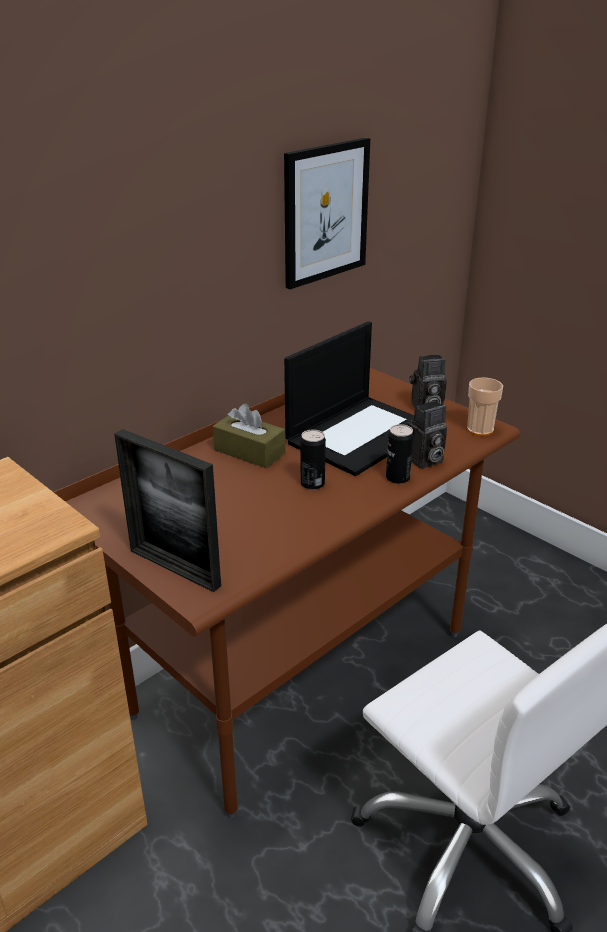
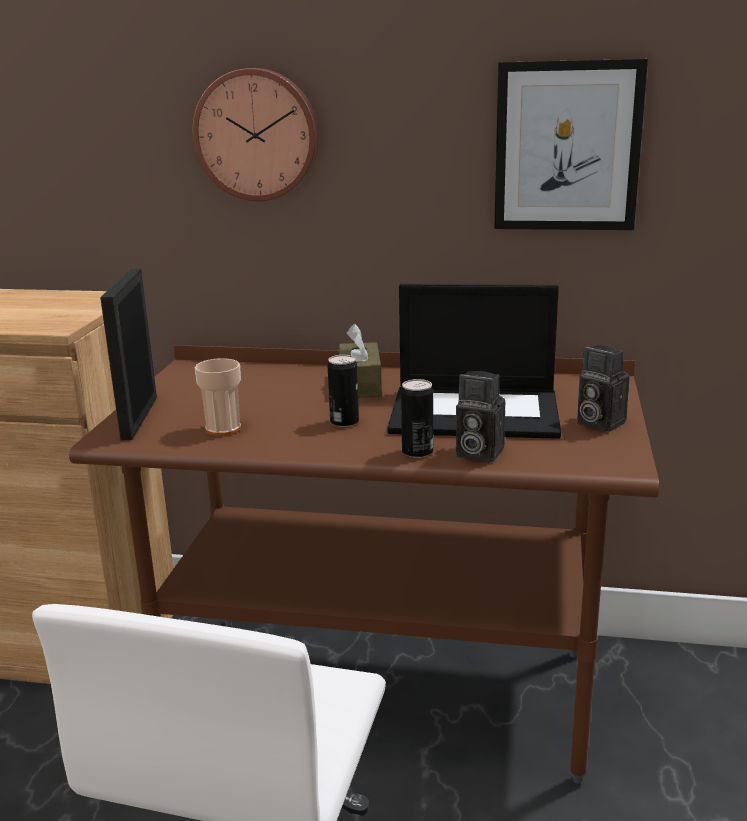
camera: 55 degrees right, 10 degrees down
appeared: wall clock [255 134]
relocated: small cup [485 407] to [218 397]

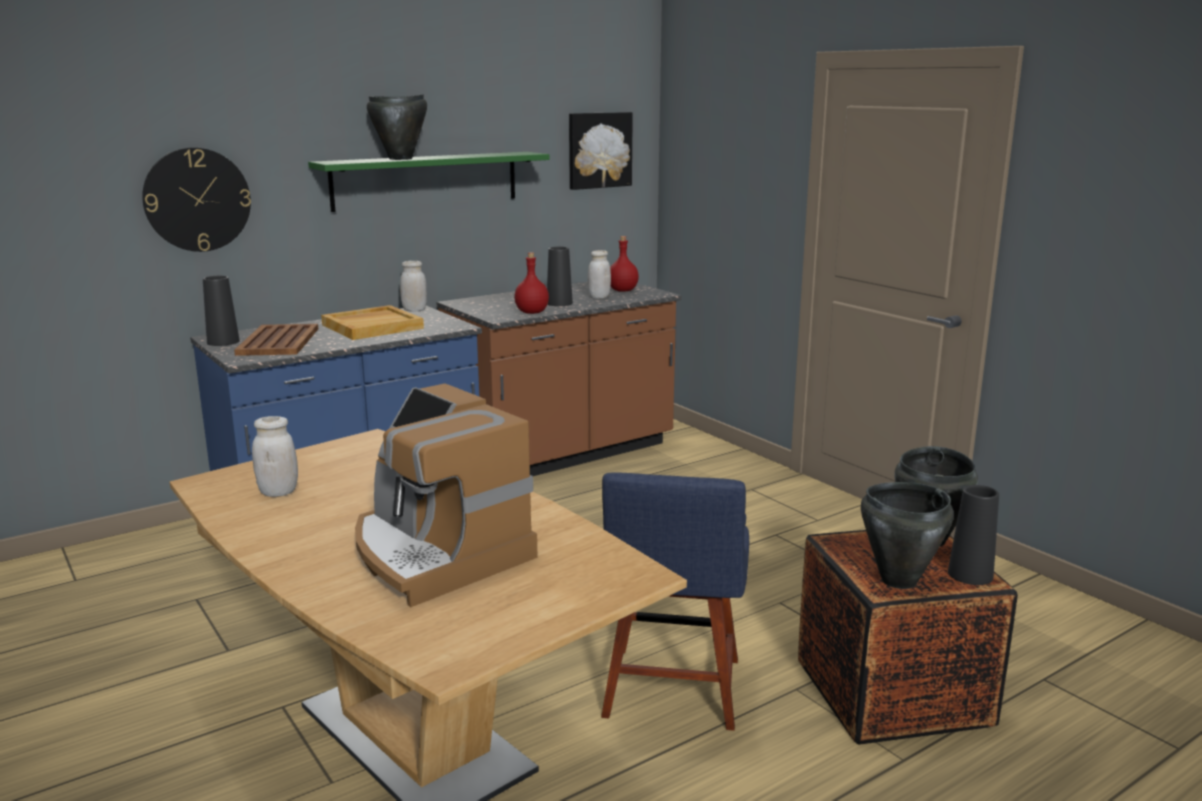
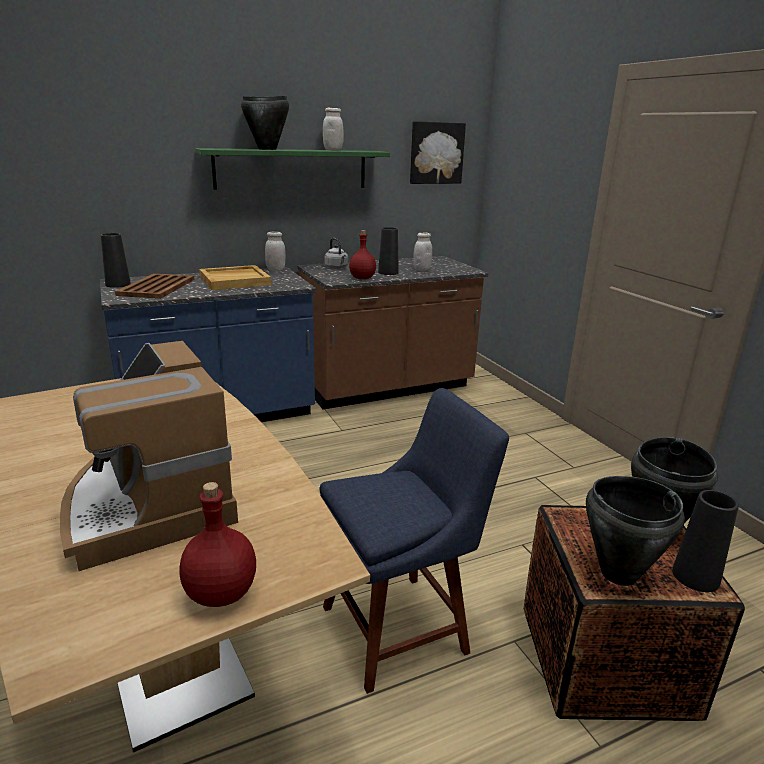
camera: 10 degrees right, 5 degrees up
missing: wall clock [196 199]
appeared: tea kettle (greyish) [336 253]
relocated: jar (white) [275 456] to [333 129]; beverage bottle (red) [624 264] to [218 544]
spun: upright chair (blue) [675 601] = [414 541] 135 degrees counterclockwise

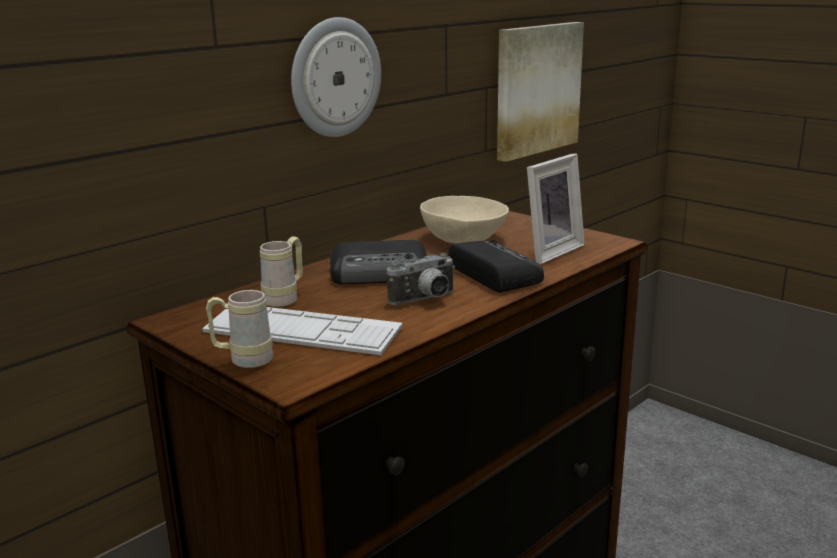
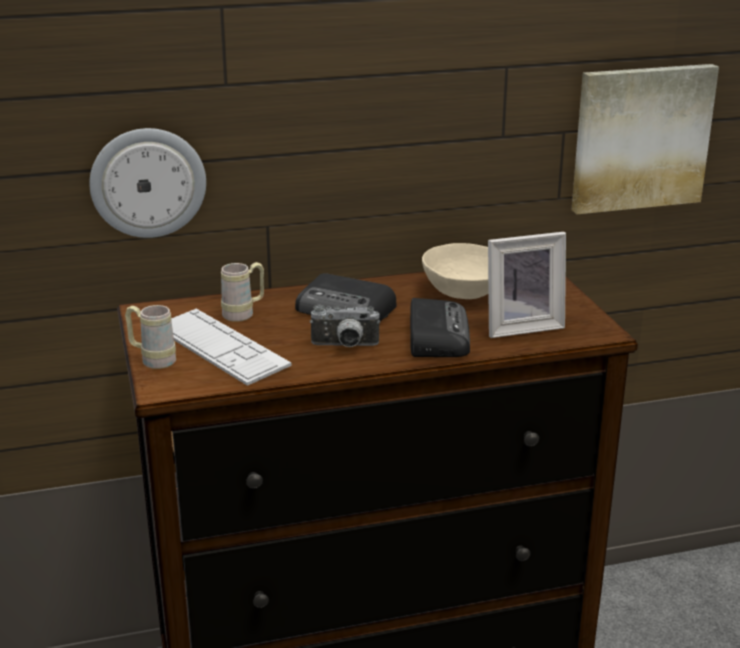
camera: 30 degrees right, 5 degrees up
relocated: wall clock [336 77] to [147 183]

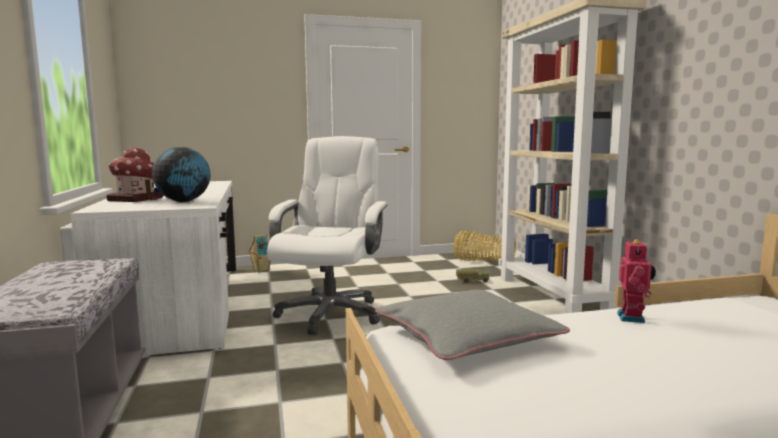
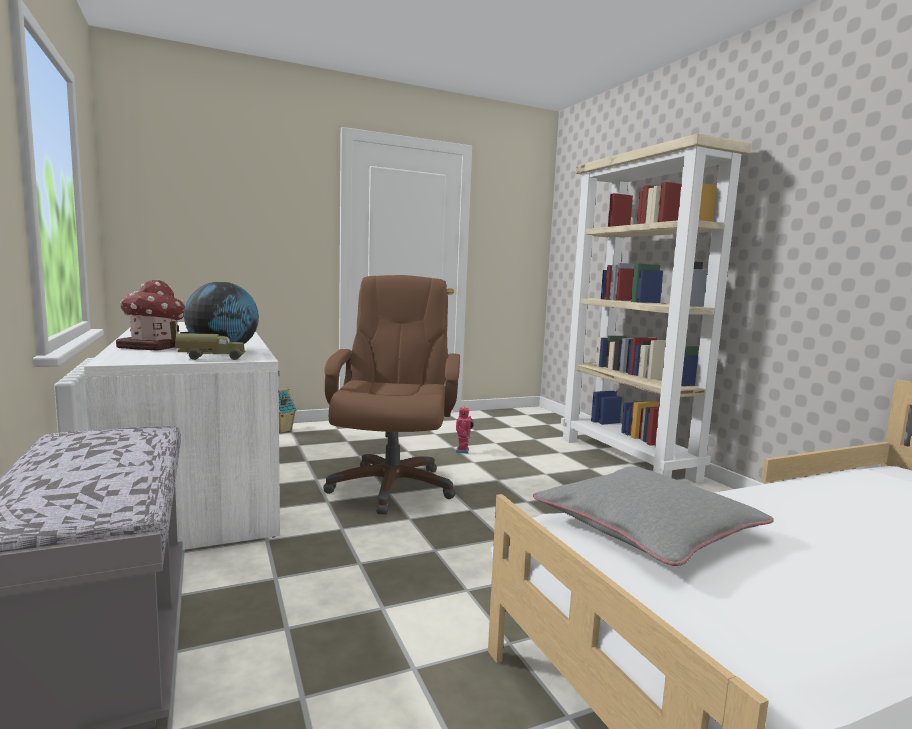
camera: 10 degrees left, 0 degrees up
missing: household basket [485 246]
relocated: model truck [473 276] to [210 346]; model robot [636 281] to [465 430]
colour: office chair (white) [327 235] to office chair (brown) [391 395]

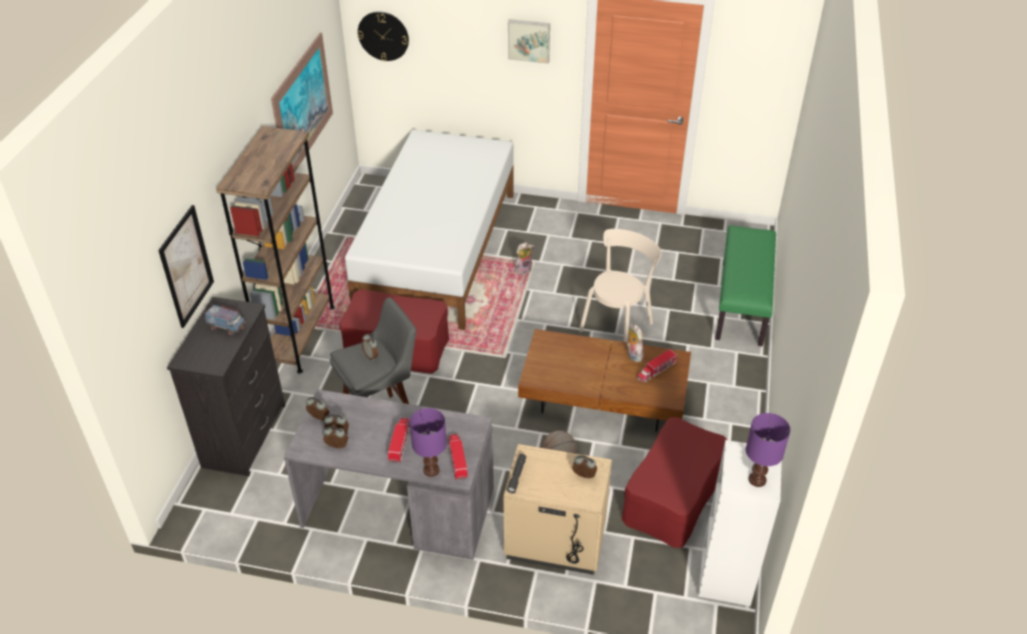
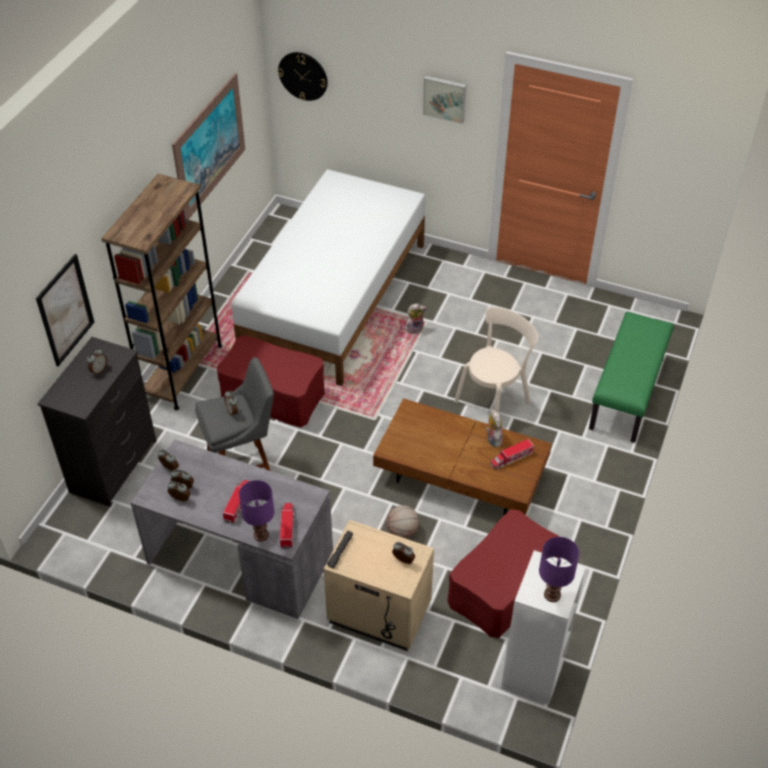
camera: 10 degrees right, 5 degrees up
exchanged: model truck [225 320] to table clock [97 362]

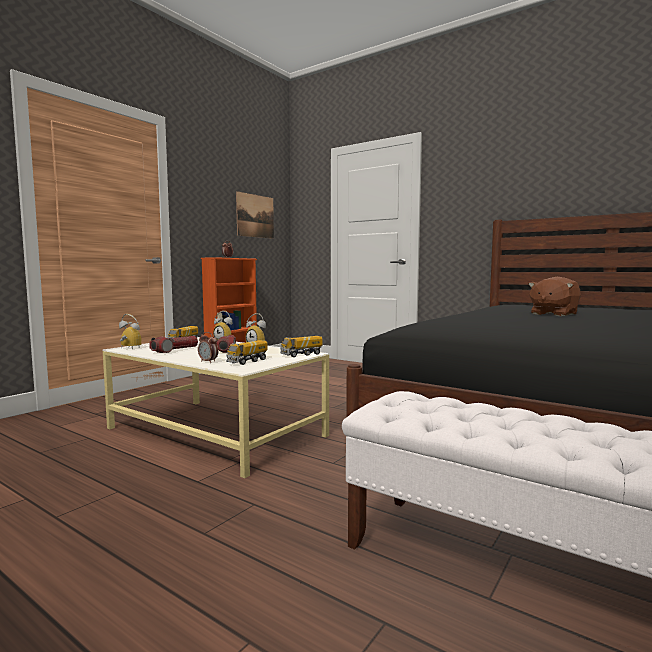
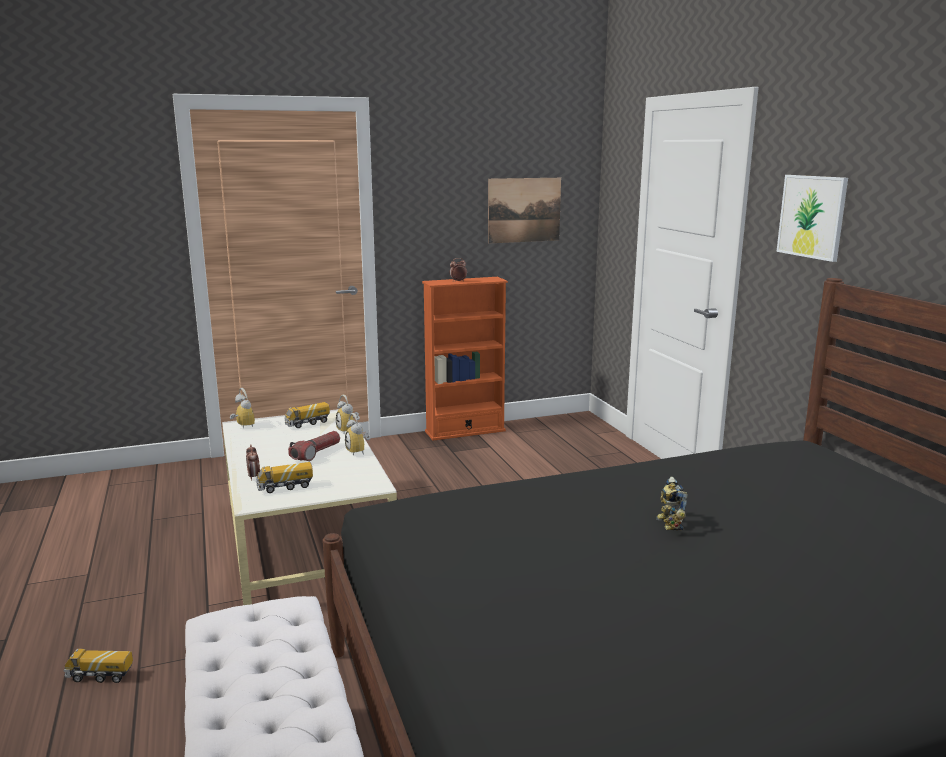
camera: 35 degrees right, 10 degrees up
missing: hand torch [173 344]
appeared: wall picture [812 218]
relocated: model truck [301 346] to [98 666]
exchanged: plush toy (brown) [554 296] to model robot [672 503]

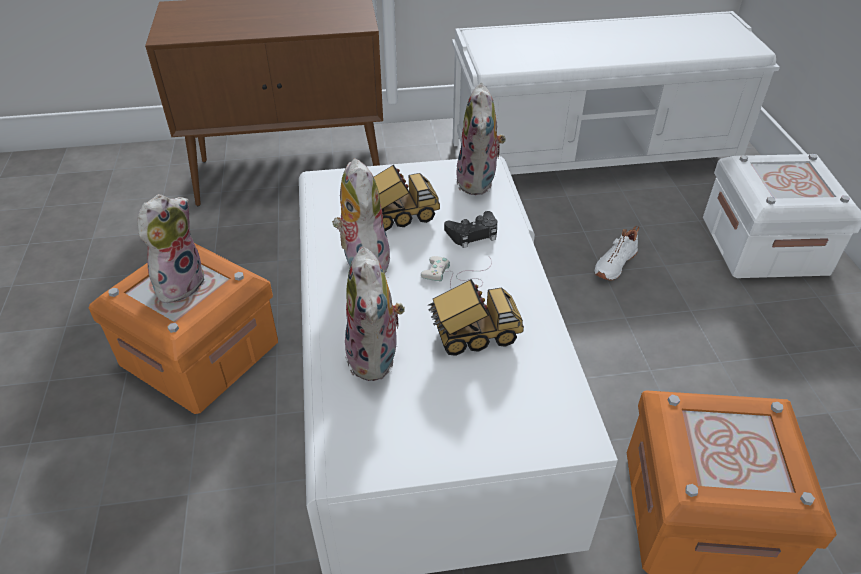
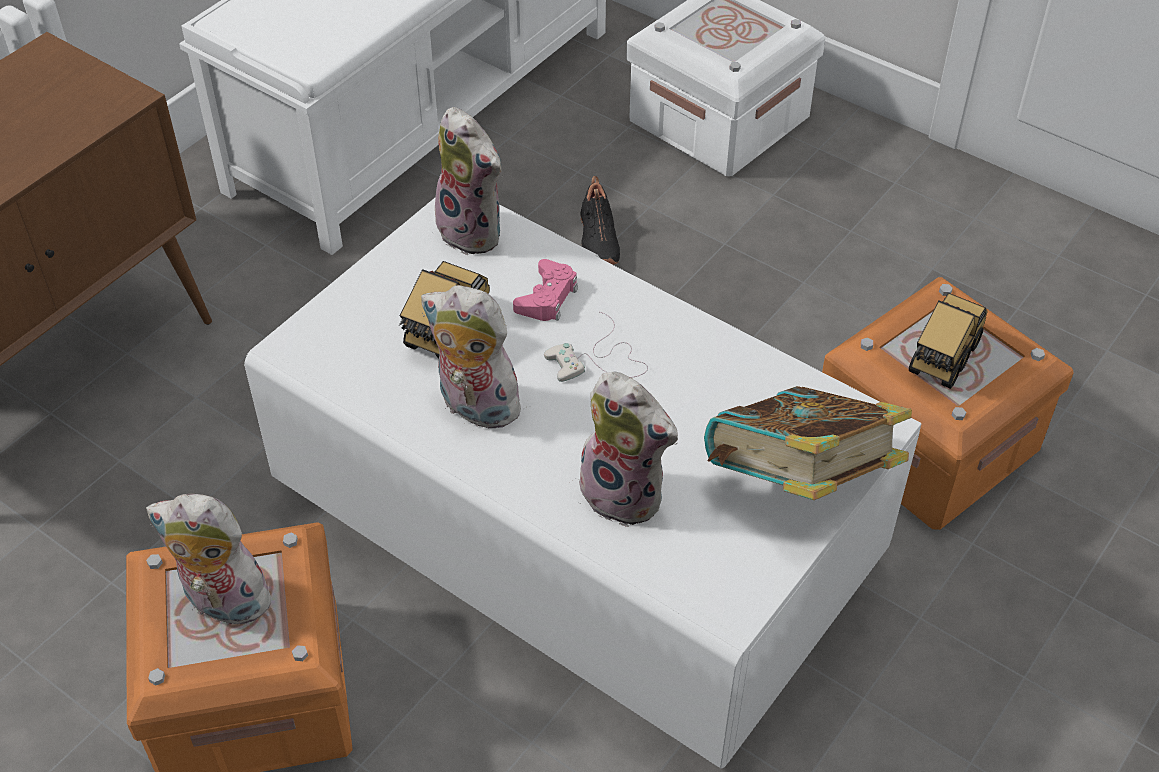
camera: 45 degrees left, 5 degrees up
appeared: book [808 443]
relocated: model truck [476 317] to [948 341]
colour: gamepad (black) [470 229] to gamepad (pink) [545 290]; item of footwear (white) [617 253] to item of footwear (black) [600 220]
spun: plush toy [172 248] = [211 562] 60 degrees counterclockwise

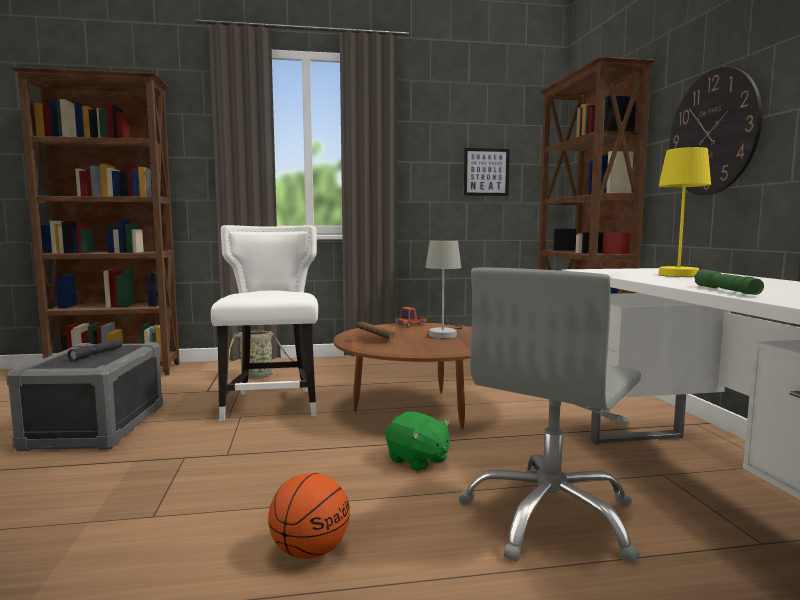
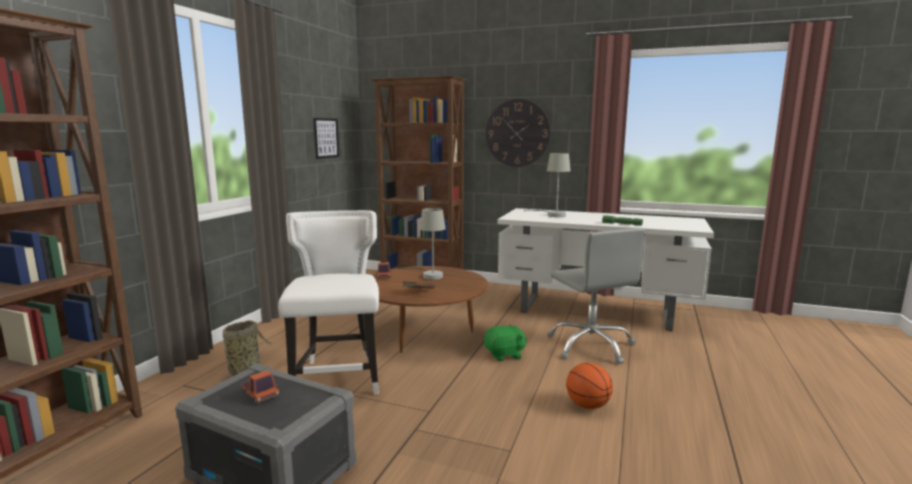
camera: 60 degrees left, 5 degrees up
exchanged: hand torch (greyish) [94 350] to model truck [260 387]
colour: lamp for a table (yellowish) [685 212] to lamp for a table (greyish) [547 185]
spun: upright chair (white) [264 323] = [328 302] 60 degrees clockwise

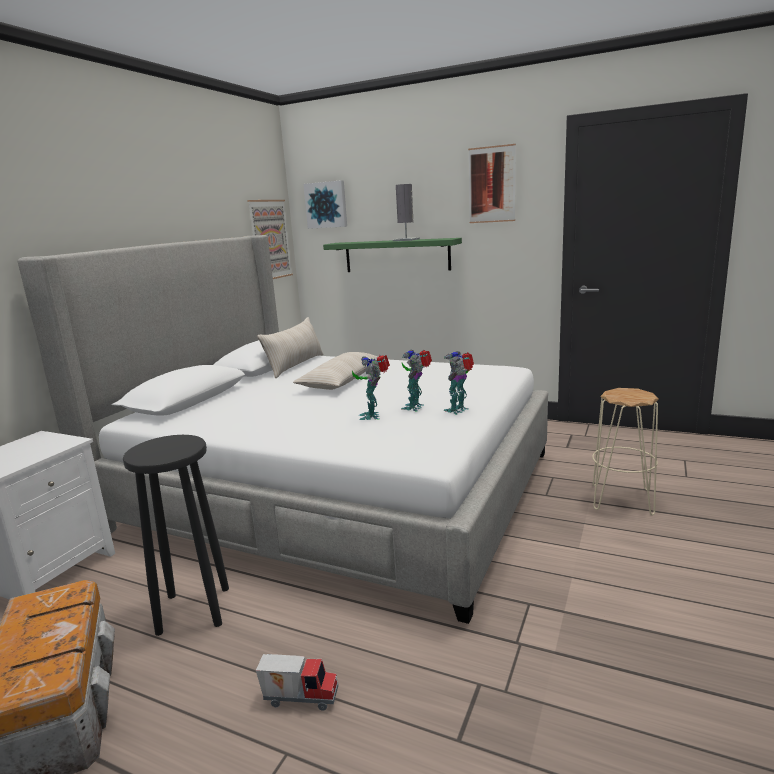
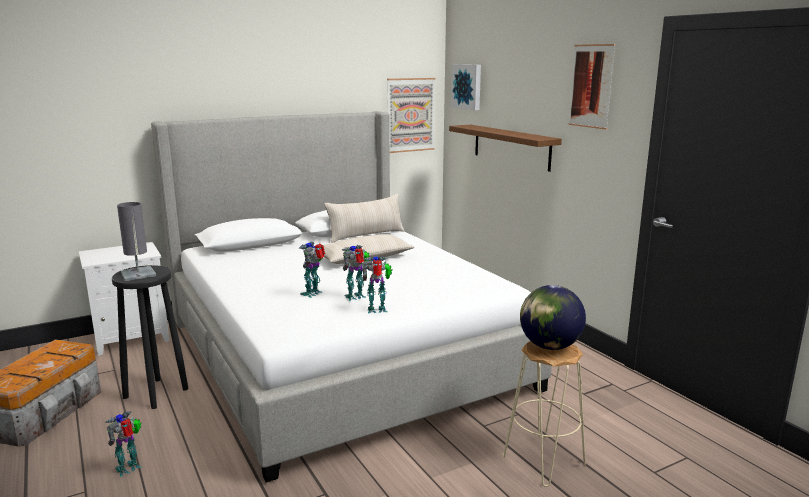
camera: 35 degrees right, 0 degrees up
appeared: desk globe [553 317]
relocated: lamp for a table (greyish) [406 212] to [136 241]
exchanged: model truck [297 682] to model robot [123 444]
colour: shelf (greenish) [392 255] to shelf (brown) [505 148]

